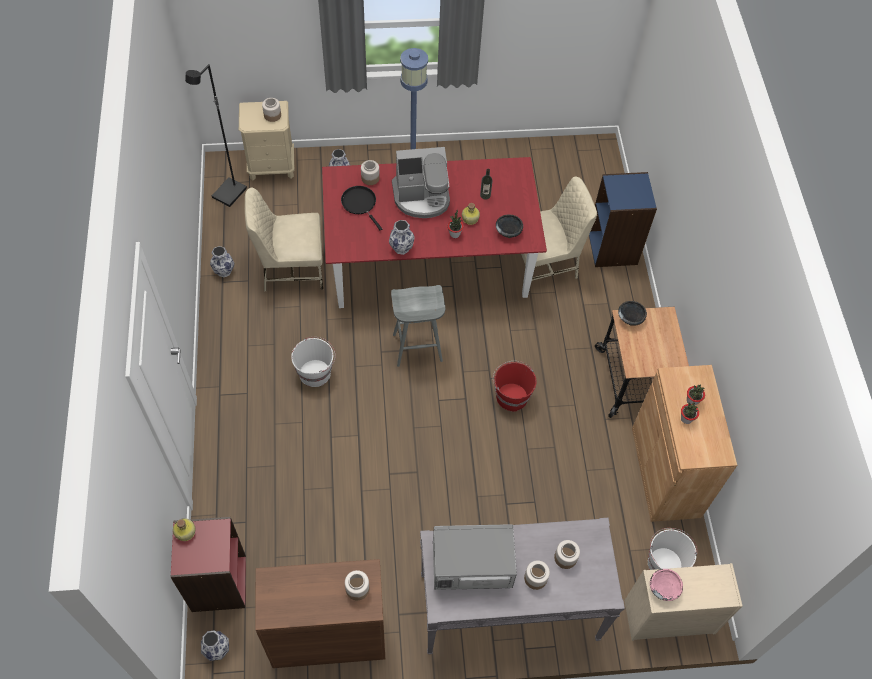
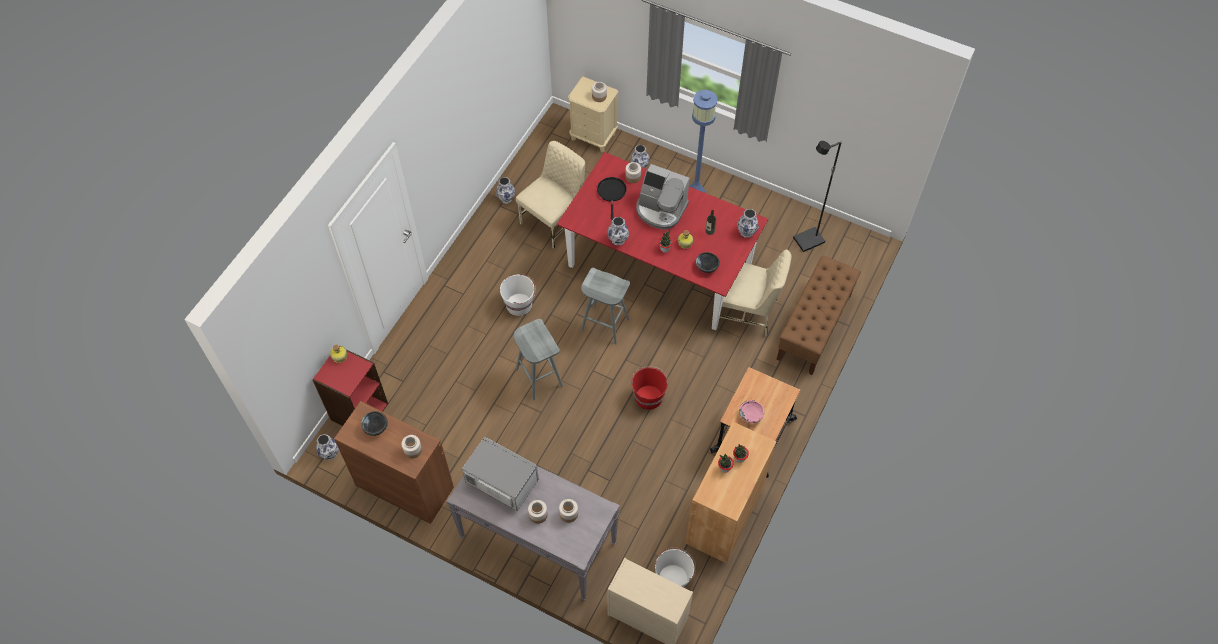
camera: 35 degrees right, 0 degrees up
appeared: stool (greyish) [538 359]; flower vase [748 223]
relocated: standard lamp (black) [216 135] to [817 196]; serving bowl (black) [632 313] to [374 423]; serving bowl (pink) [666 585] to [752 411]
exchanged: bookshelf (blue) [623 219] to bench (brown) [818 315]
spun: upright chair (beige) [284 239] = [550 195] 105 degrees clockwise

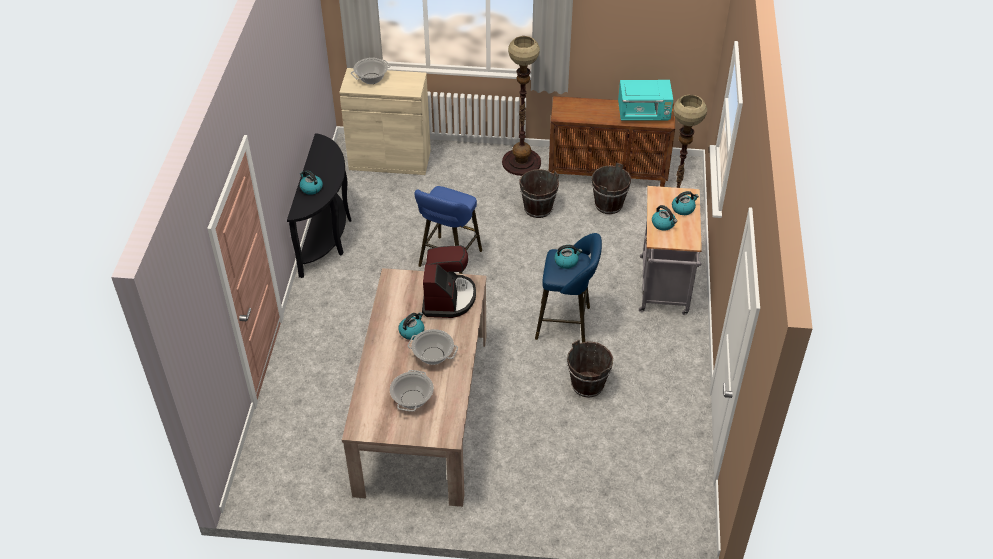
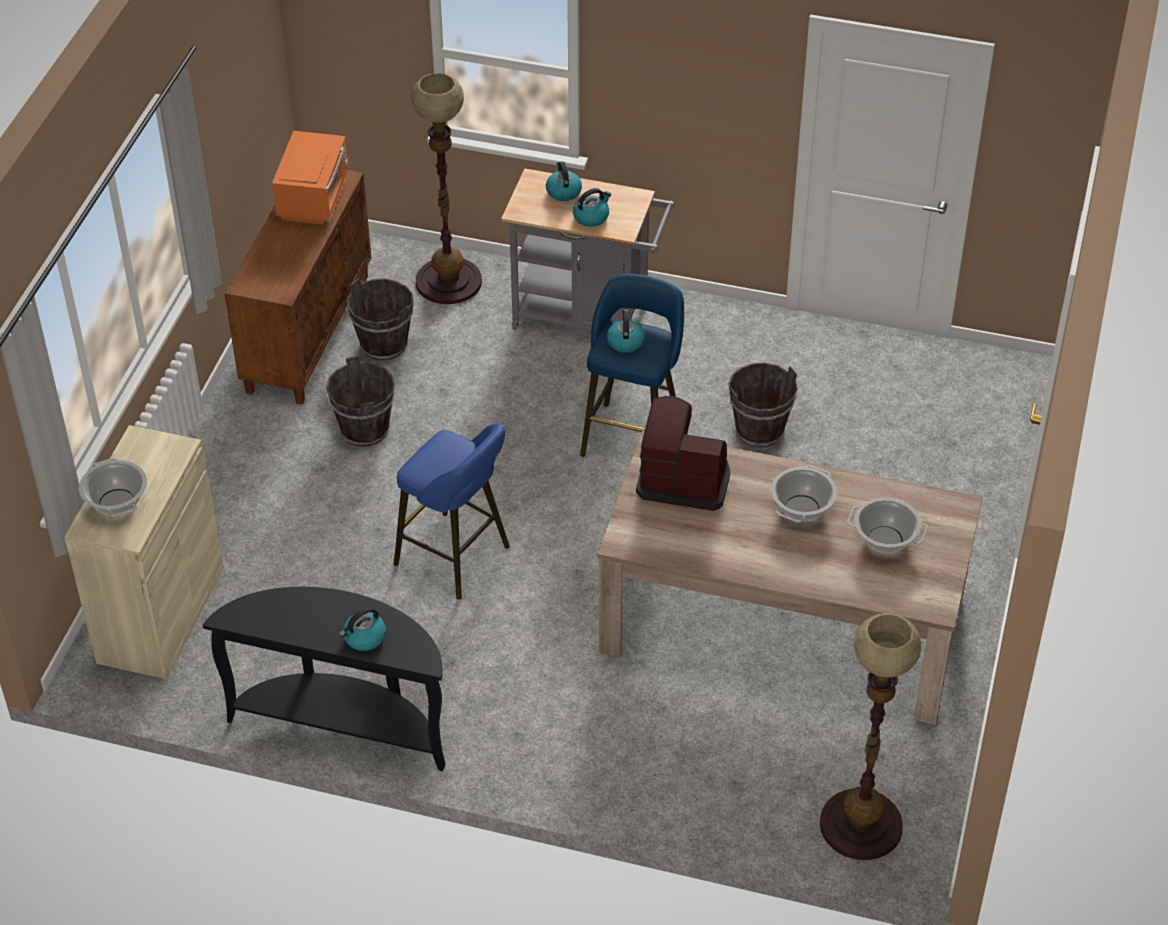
camera: 80 degrees left, 0 degrees up
missing: tea kettle [411 326]
relocated: standard lamp [521 106] to [871 736]
colour: microwave oven (turquoise-coloured) [645 100] to microwave oven (orange) [310 178]

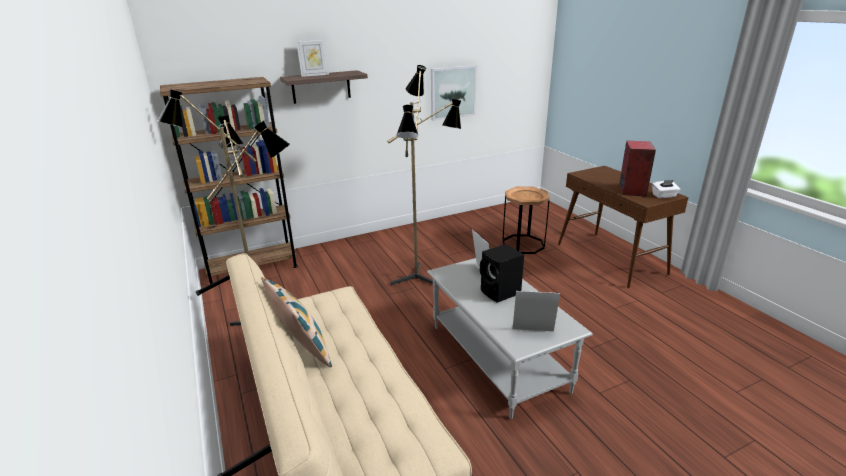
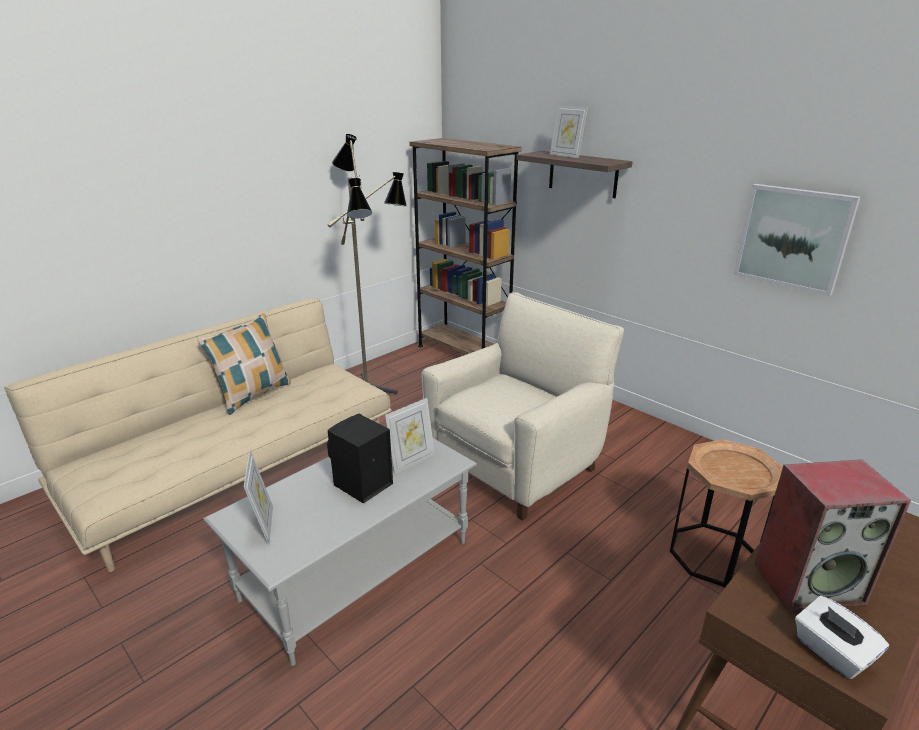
camera: 70 degrees right, 0 degrees up
exchanged: standard lamp [424 175] to armchair (beige) [523 406]

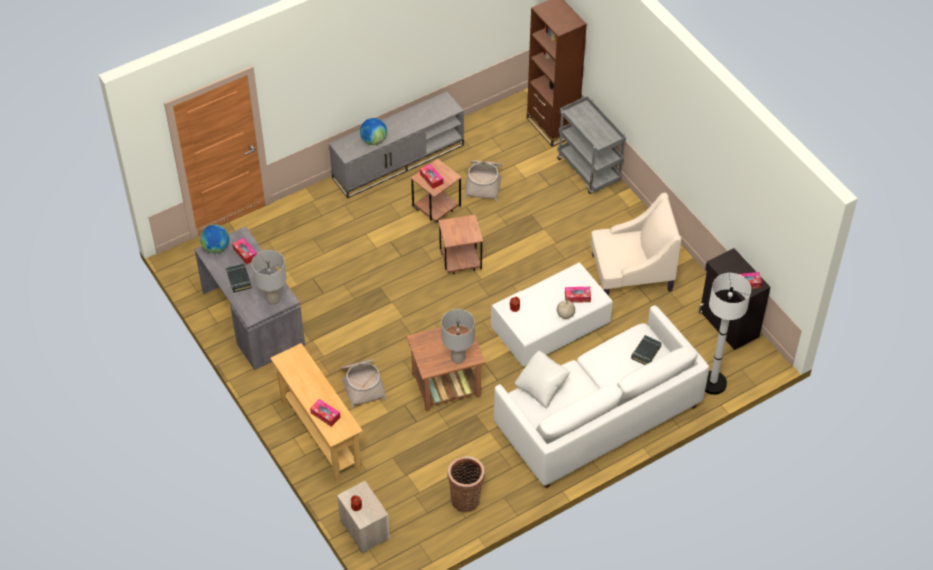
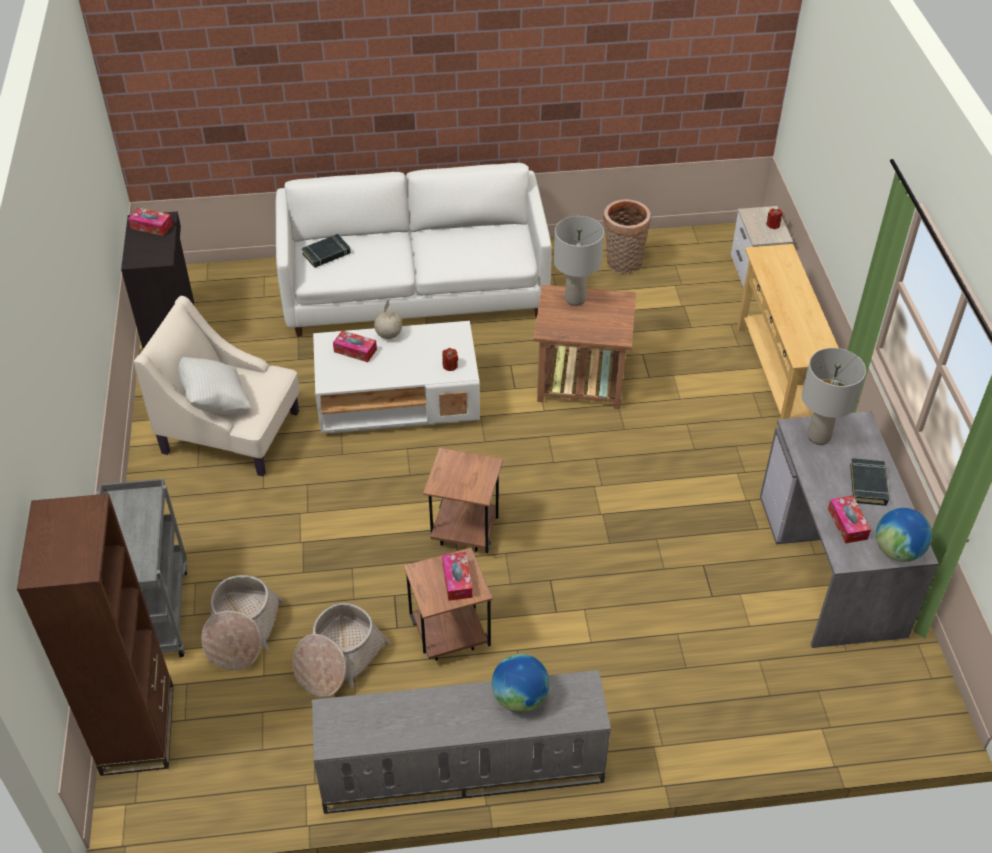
camera: 155 degrees left, 5 degrees down
missing: tissue box [325 413]; standard lamp (white) [728 334]
relocated: household basket [363 384] to [242 622]; pillow (white) [543 379] to [215 385]

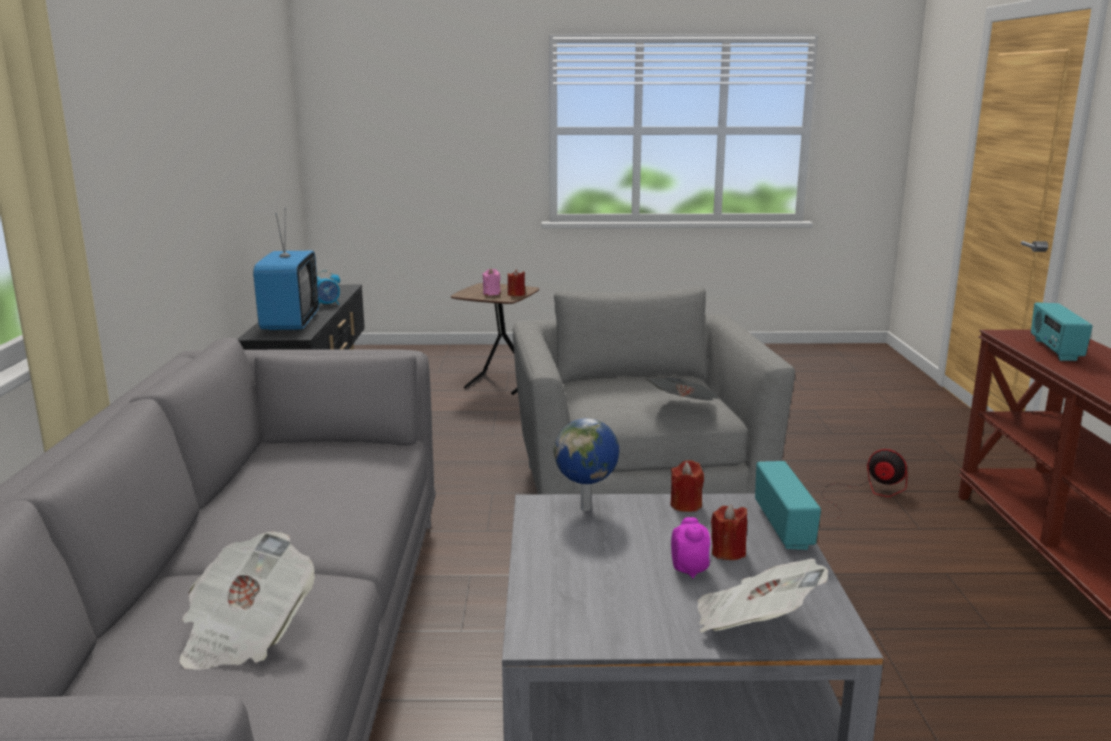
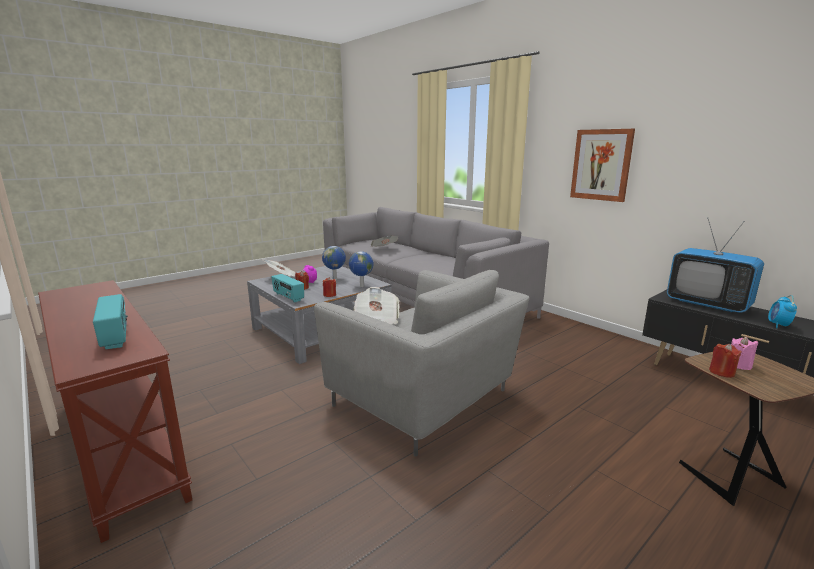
camera: 140 degrees right, 0 degrees up
missing: cooling fan [864 483]
appeared: desk globe [334 263]; wall picture [602 165]

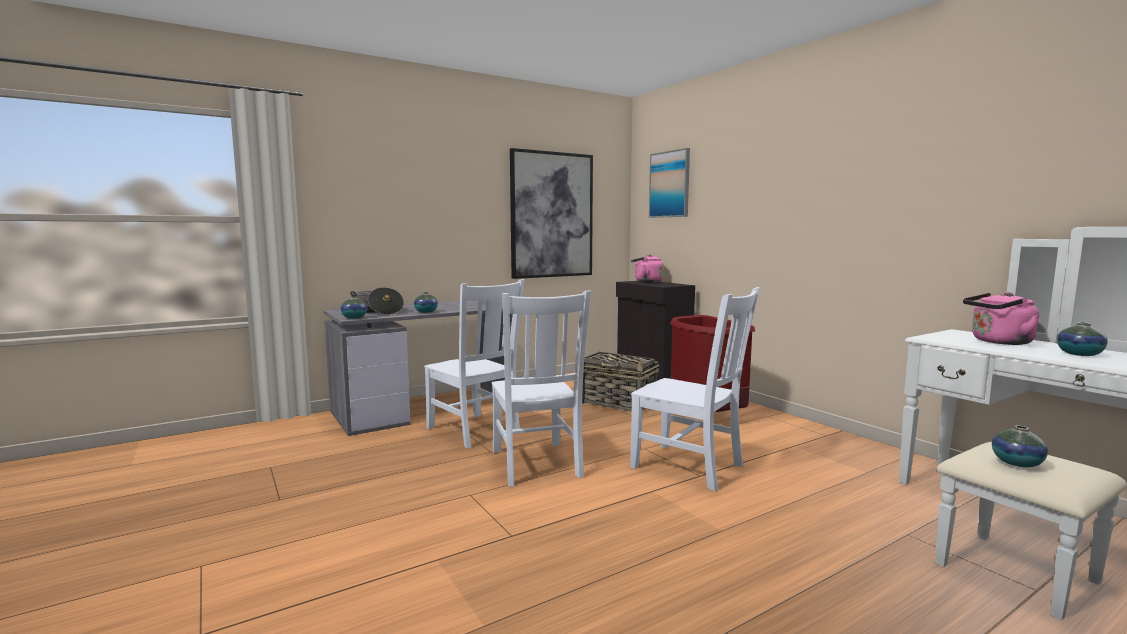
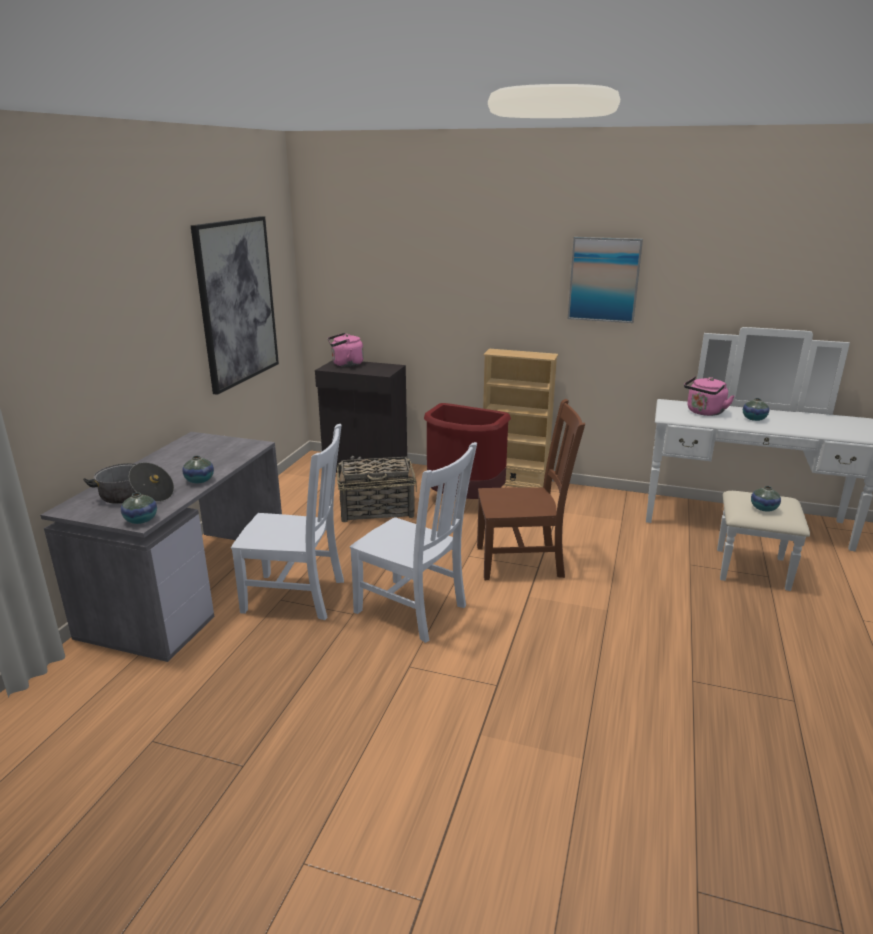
camera: 40 degrees left, 15 degrees up
appeared: bookshelf (beige) [520 418]
relocated: wall picture [669 183] to [605 280]
colour: upright chair (white) [695 389] to upright chair (brown) [531 489]

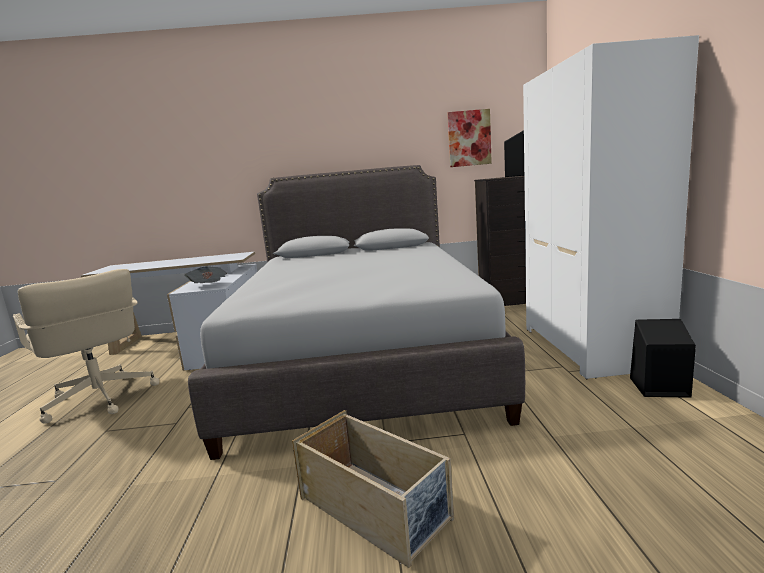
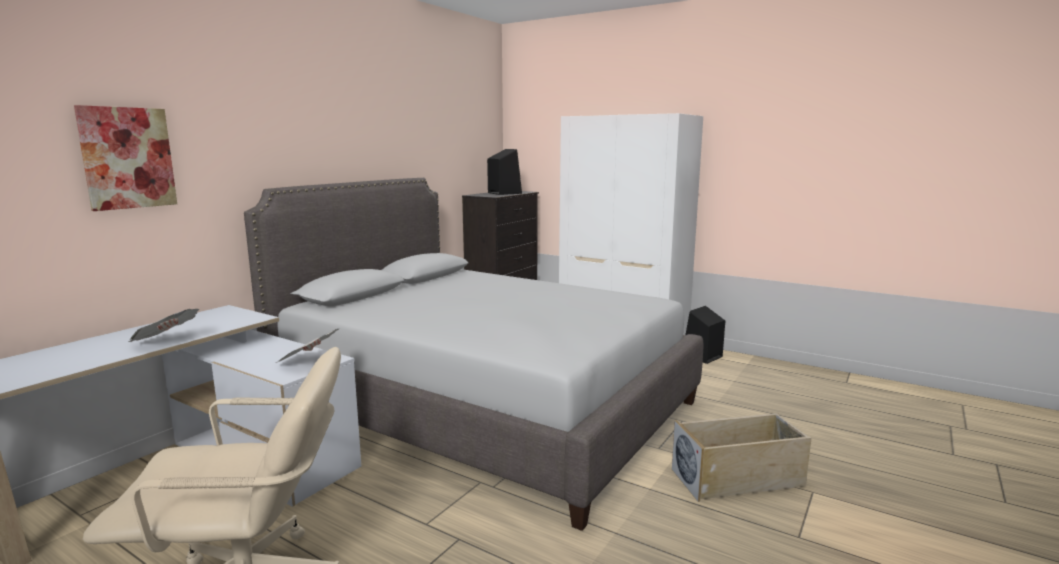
camera: 55 degrees left, 0 degrees up
appeared: newspaper [164 325]
relocated: wall picture [469 138] to [125 158]

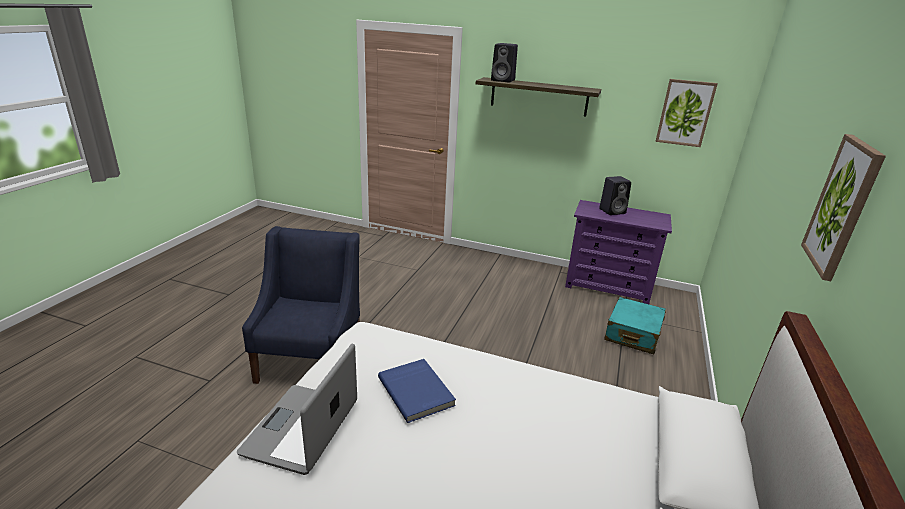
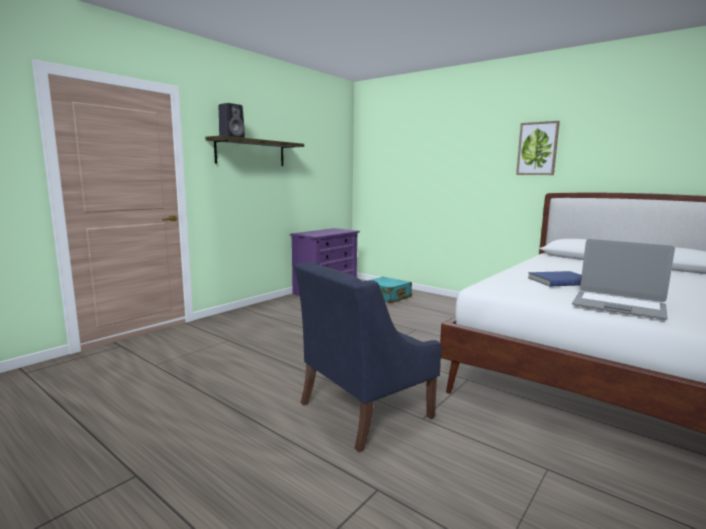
camera: 70 degrees left, 15 degrees down
missing: audio speaker (black) [615 195]; wall picture [687 113]
spun: armchair (blue) [301 305] = [368 357] 60 degrees counterclockwise

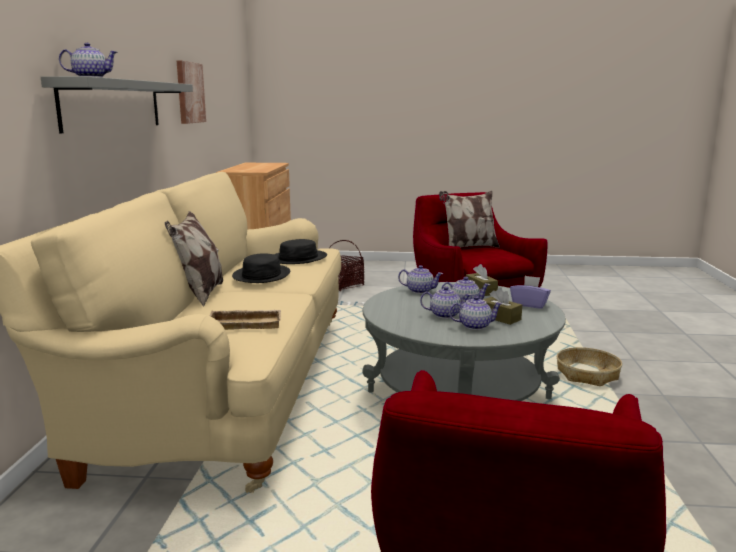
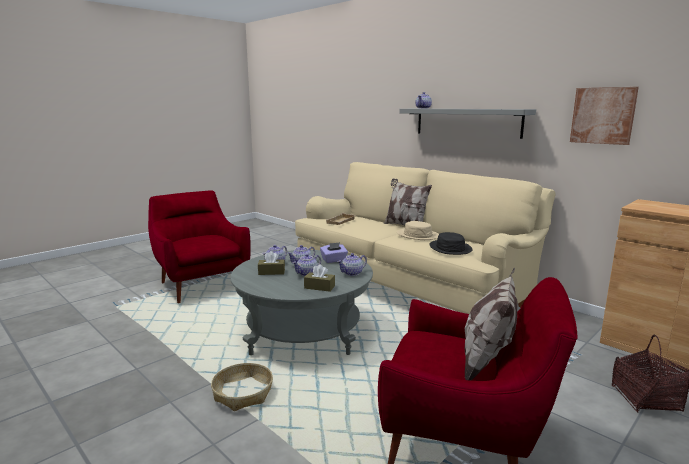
camera: 130 degrees right, 0 degrees up
relocated: tissue box (purple) [530 292] to [334 252]
colour: hat (black) [261 268] to hat (beige) [418 230]

